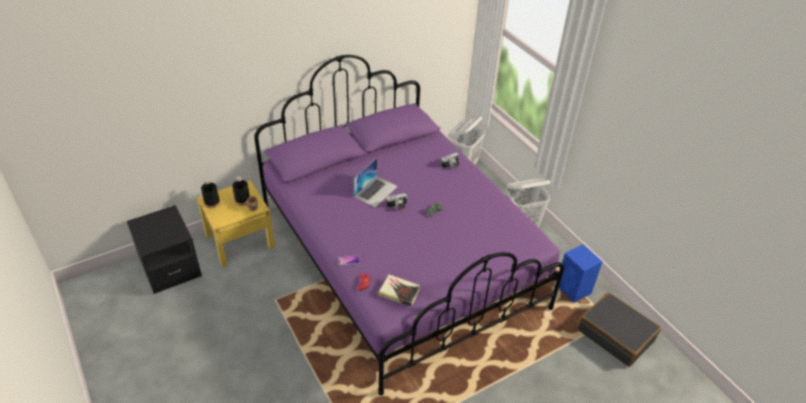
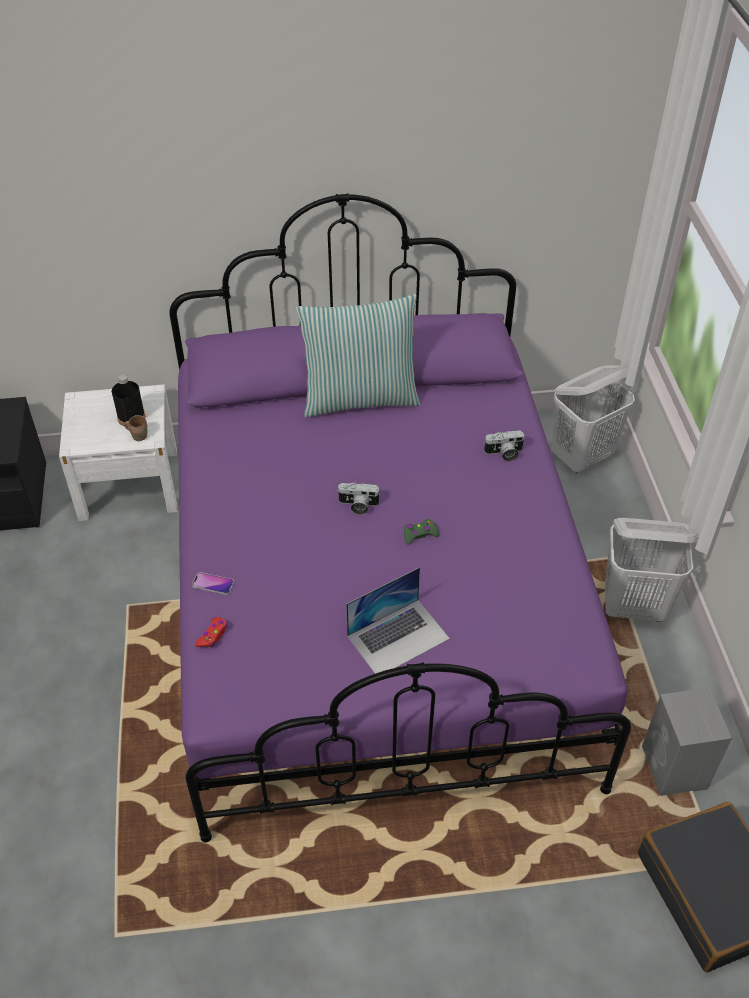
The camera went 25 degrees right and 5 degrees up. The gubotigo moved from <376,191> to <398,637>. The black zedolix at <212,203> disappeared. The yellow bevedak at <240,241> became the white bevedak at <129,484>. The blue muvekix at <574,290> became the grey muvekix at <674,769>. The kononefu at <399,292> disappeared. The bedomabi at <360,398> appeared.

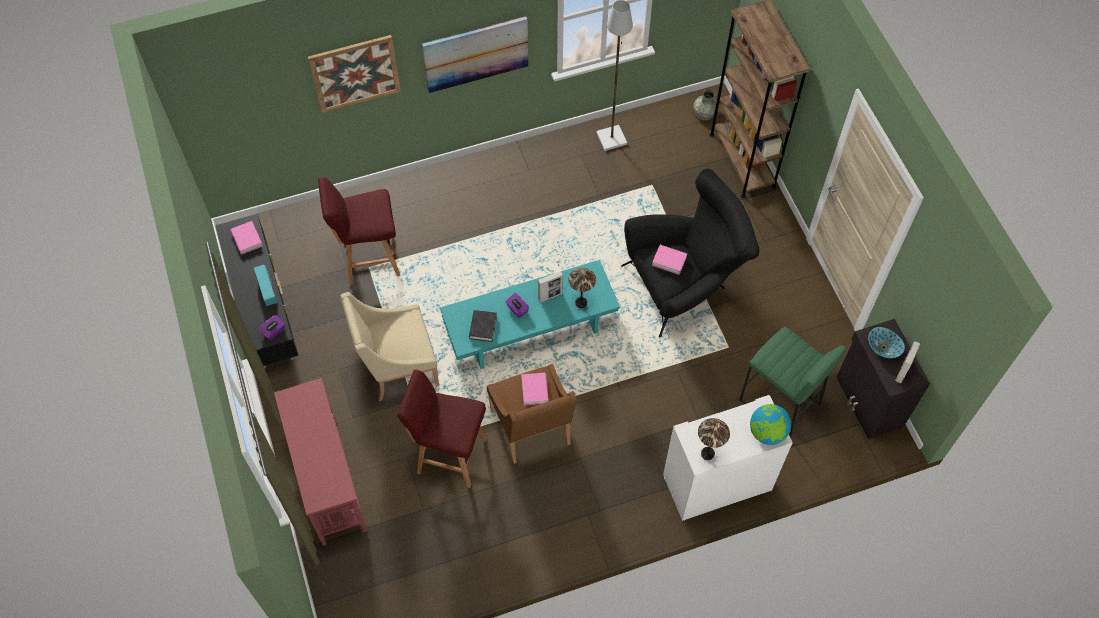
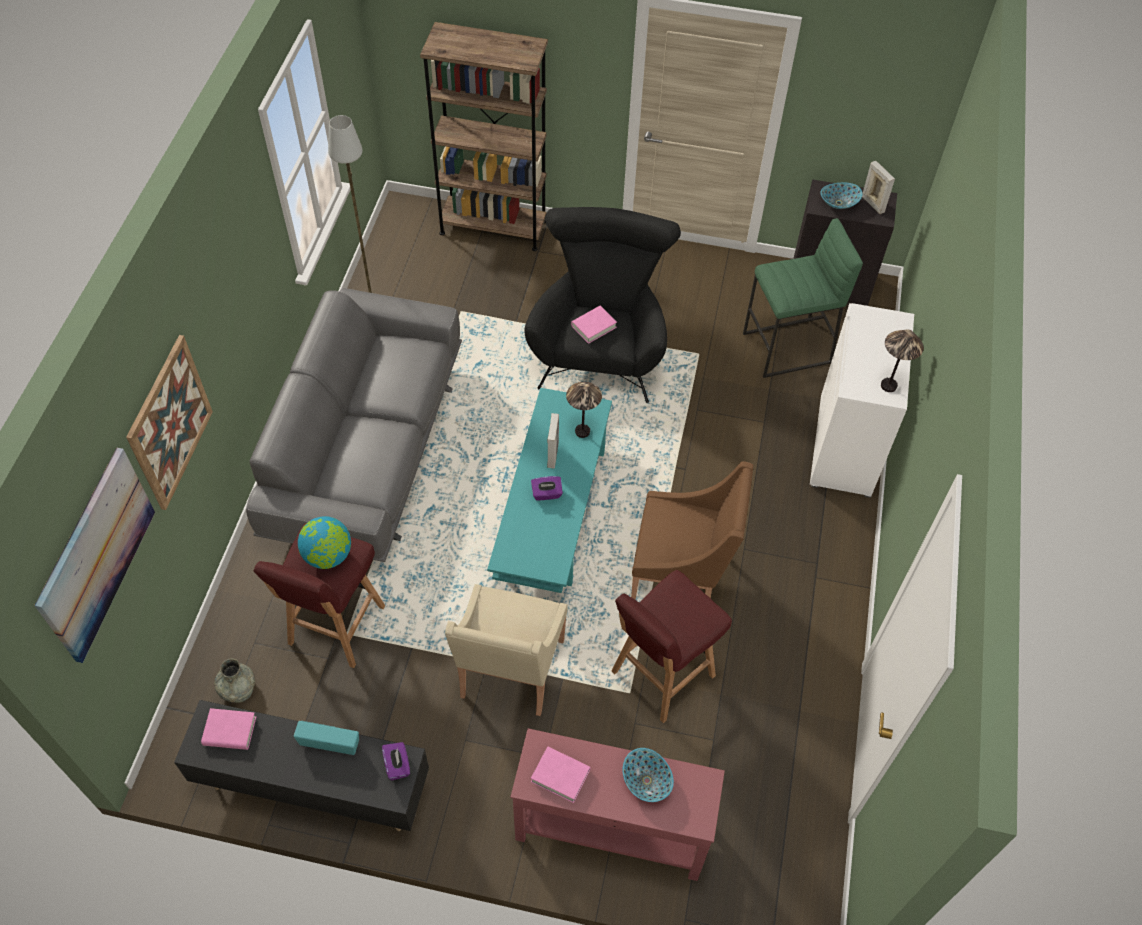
The camera went 60 degrees left and 5 degrees down. The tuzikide moved from <476,53> to <96,554>. The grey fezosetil moved from <704,112> to <237,688>. The black kononefu at <483,327> disappeared. The pink kononefu moved from <535,390> to <560,776>. The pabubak moved from <767,432> to <328,556>. The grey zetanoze at <367,449> appeared. The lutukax at <646,781> appeared.

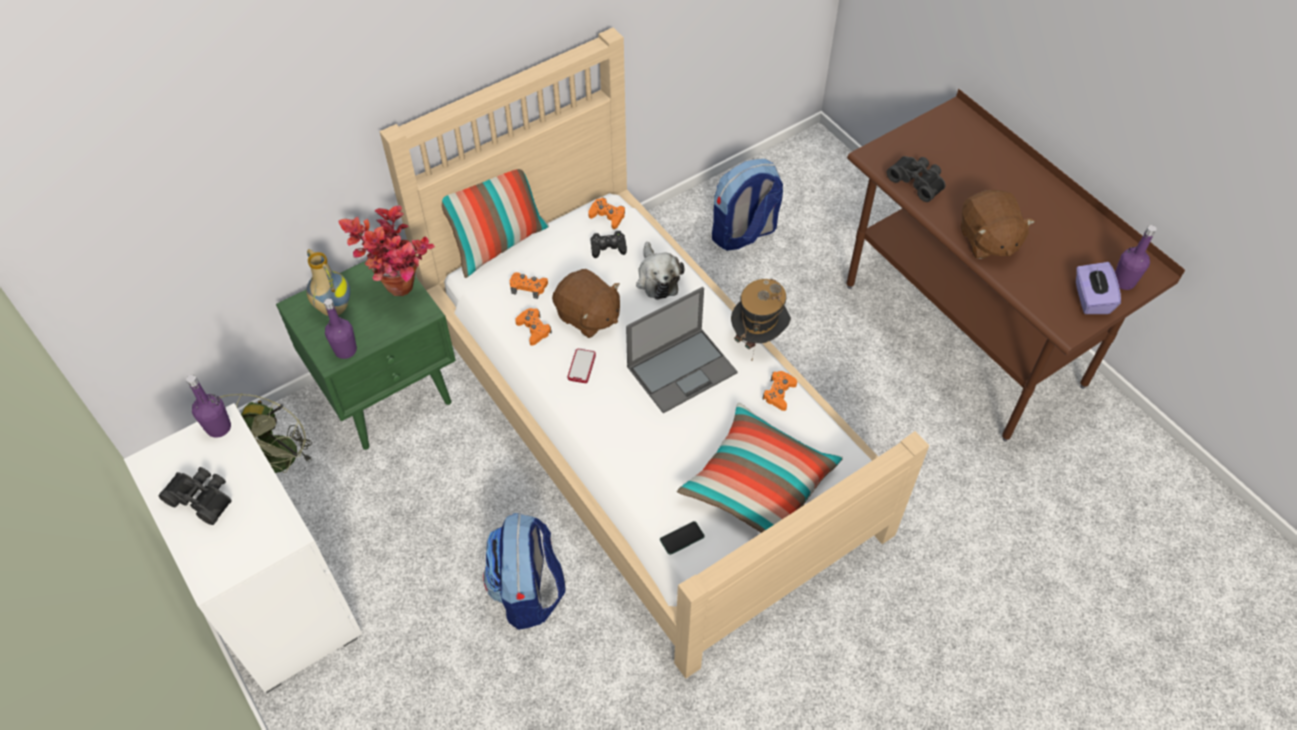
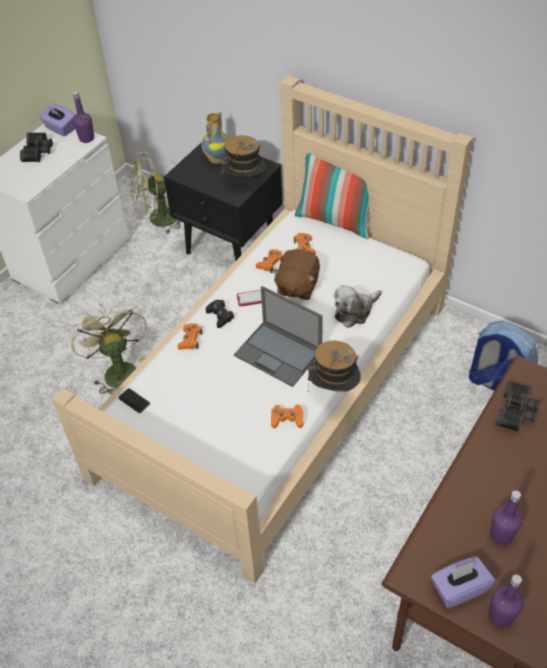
The camera went 70 degrees right and 5 degrees down. The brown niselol at <987,240> disappeared. The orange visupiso moved from <607,216> to <190,340>. The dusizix at <402,295> was replaced by the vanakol at <244,183>. The black visupiso moved from <608,247> to <220,316>. The green bevedak at <390,394> became the black bevedak at <231,247>. The purple zedolix moved from <345,350> to <501,535>. The bedomabi at <759,485> disappeared. The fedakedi at <528,592> was replaced by the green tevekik at <117,370>. The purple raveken at <60,128> appeared.

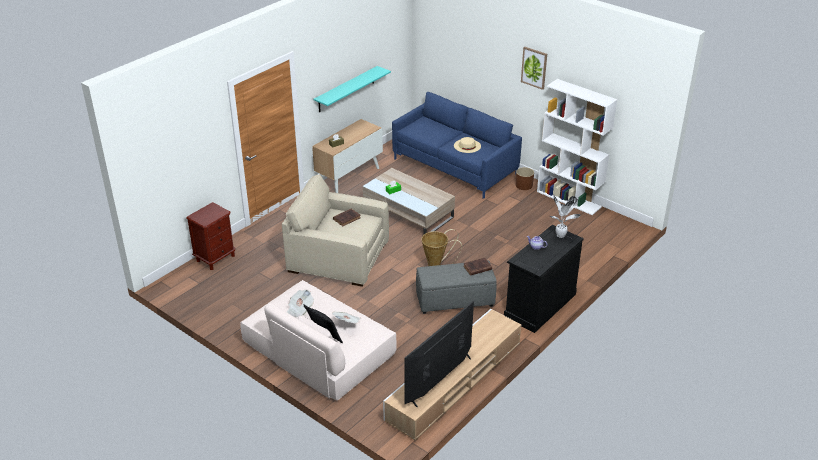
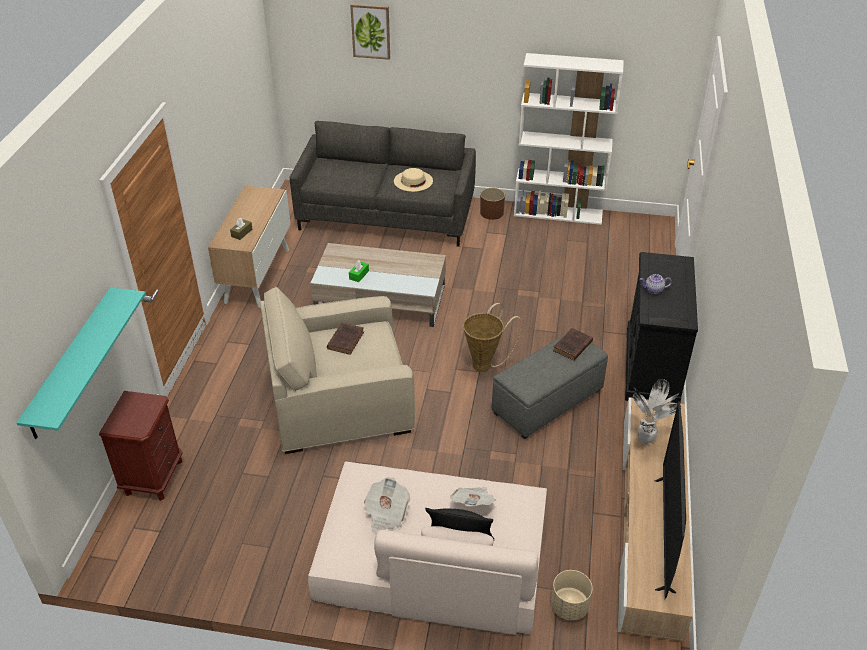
The camera went 30 degrees left and 5 degrees up. The tuzikide moved from <534,67> to <371,31>. The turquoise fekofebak moved from <346,89> to <71,363>. The blue zetanoze at <455,166> became the grey zetanoze at <386,215>. The dusizix moved from <561,236> to <646,440>. The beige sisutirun at <569,607> appeared.

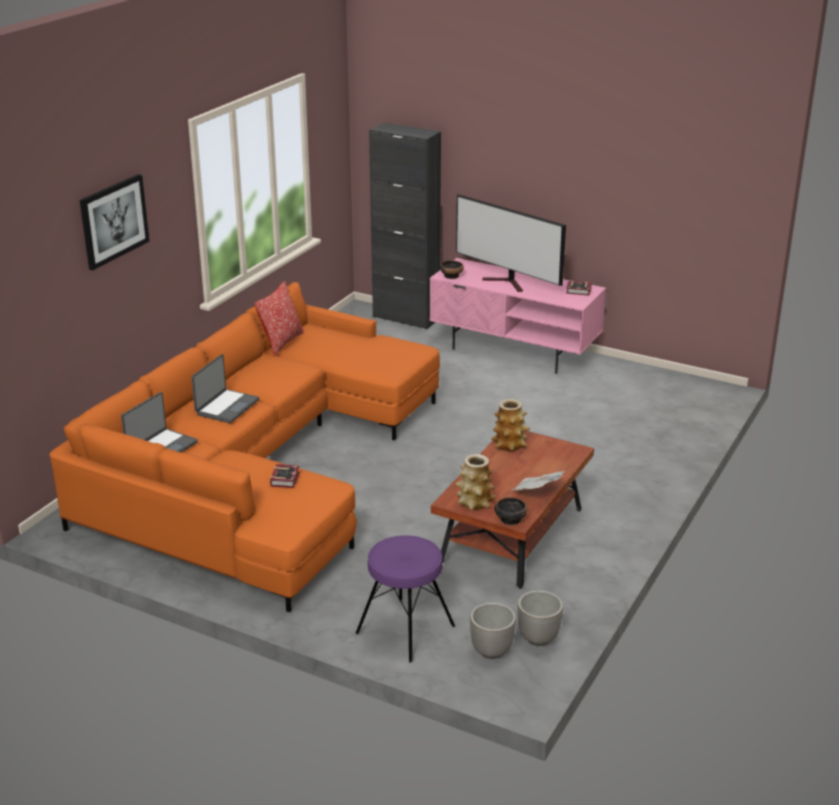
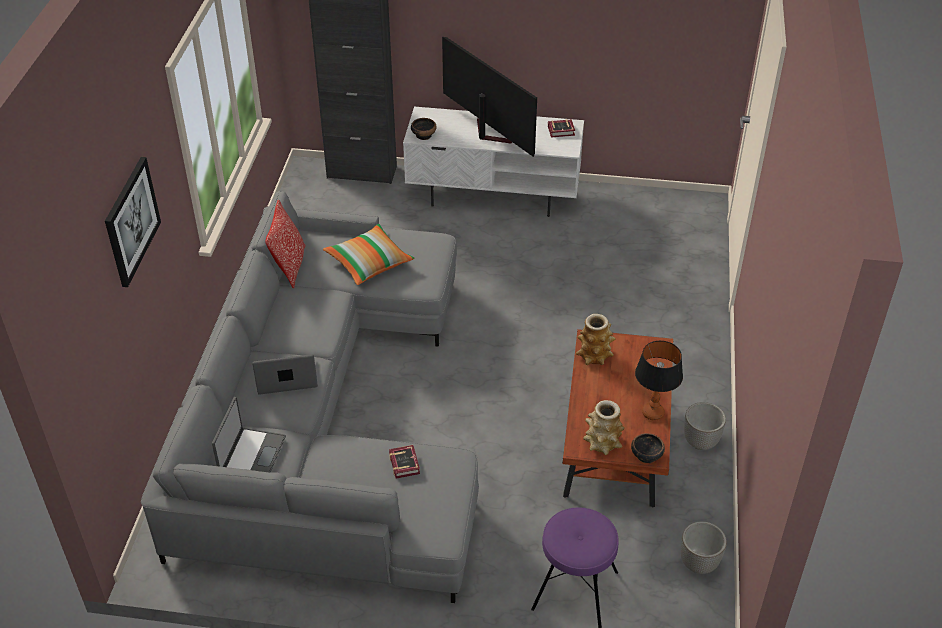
The camera went 20 degrees left and 15 degrees up. The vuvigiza at <508,283> turned 150 degrees counterclockwise. The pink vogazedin at <515,351> became the white vogazedin at <494,194>. The orange zetanoze at <260,468> became the grey zetanoze at <322,420>. The gubotigo at <226,407> turned 105 degrees counterclockwise. The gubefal at <537,492> was replaced by the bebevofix at <652,413>. The sisutirun moved from <491,651> to <700,442>. The bedomabi at <369,263> appeared.

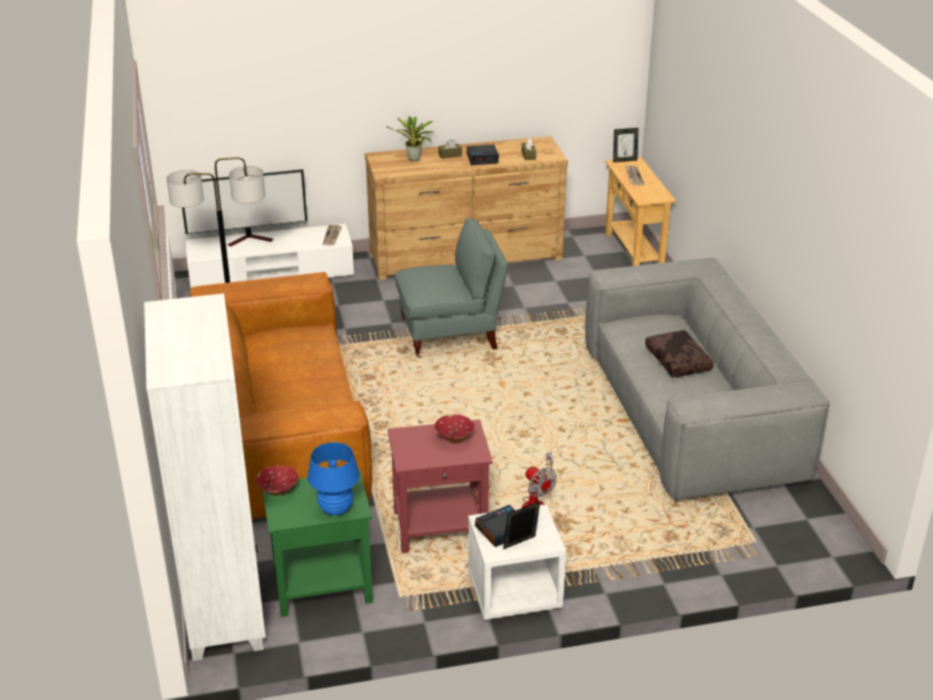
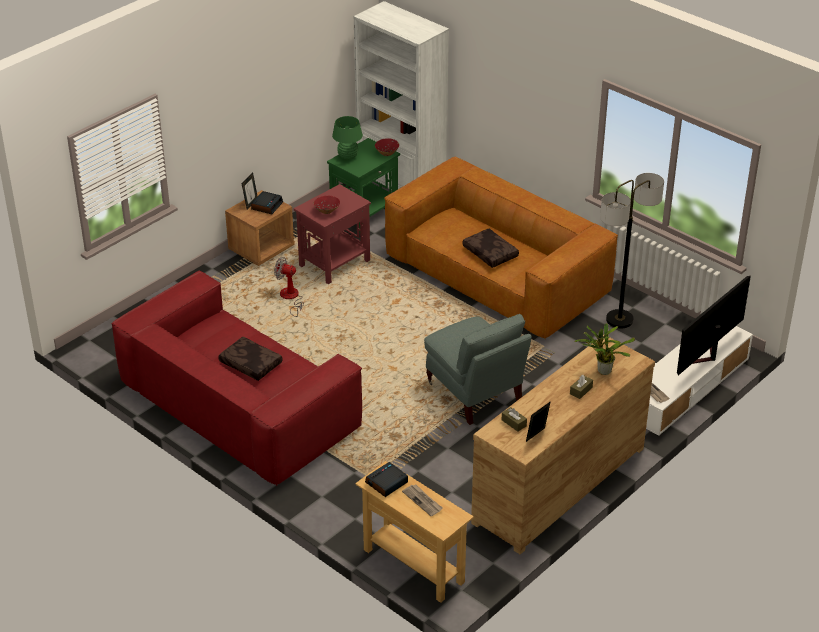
The camera went 145 degrees right and 5 degrees up. The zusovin moved from <624,160> to <537,436>. The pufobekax moved from <482,158> to <386,483>. The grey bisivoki at <450,336> turned 75 degrees counterclockwise. The grey zetanoze at <691,411> became the red zetanoze at <239,405>. The blue bebevofix at <336,509> became the green bebevofix at <348,157>. The white bevedak at <514,593> became the brown bevedak at <261,249>. The brown bedomabi at <491,253> appeared.

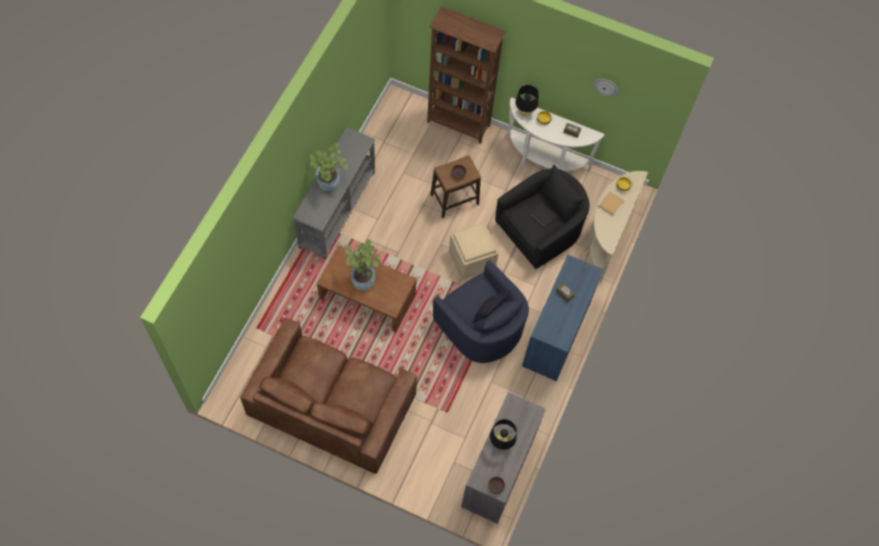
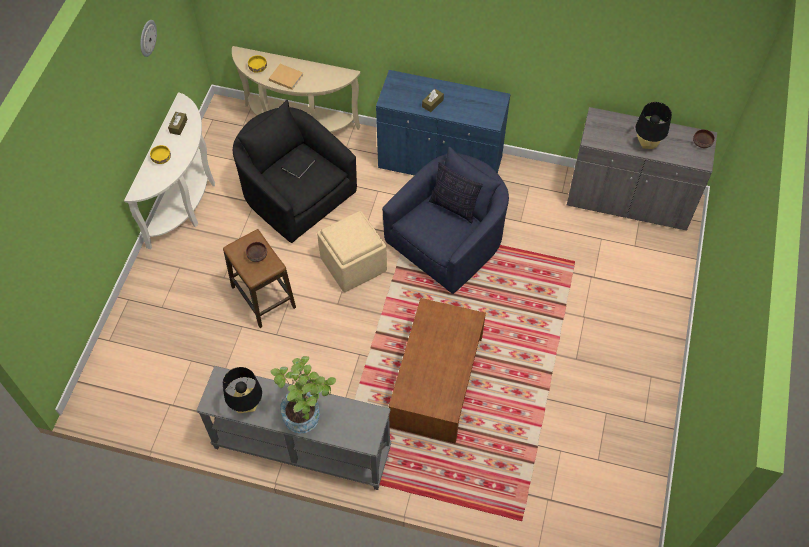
The camera went 95 degrees left and 5 degrees down. The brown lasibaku at <458,124> disappeared. The black bebevofix moved from <524,112> to <247,405>. The dusizix at <363,276> disappeared. The brown zetanoze at <331,405> disappeared.

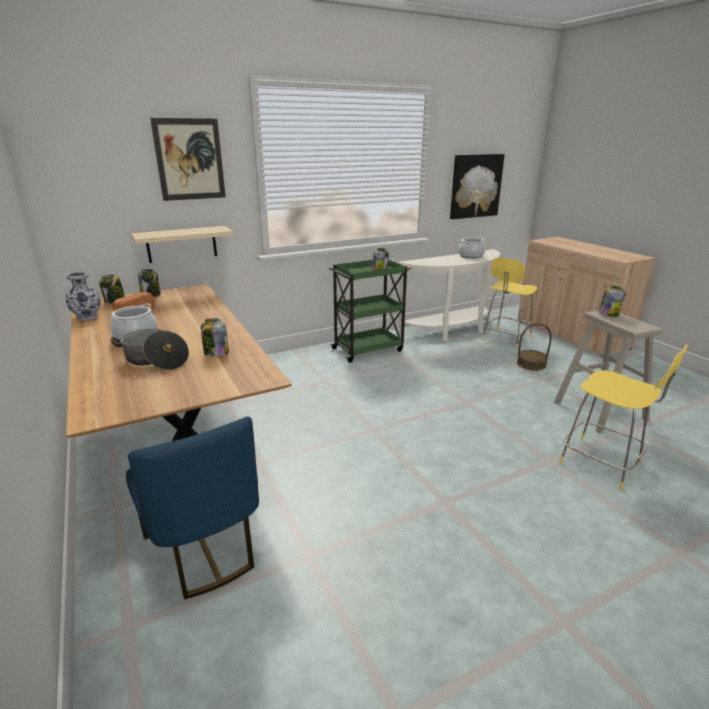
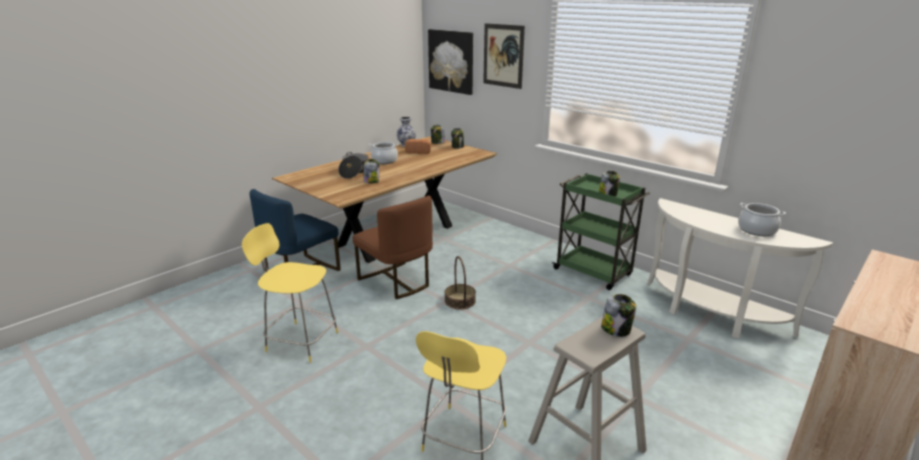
The camera went 70 degrees right and 0 degrees up. The tuzikide moved from <475,186> to <451,61>. The beige fekofebak at <182,244> disappeared. The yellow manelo moved from <505,339> to <300,341>. The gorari moved from <531,364> to <460,301>. The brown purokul at <396,281> appeared.

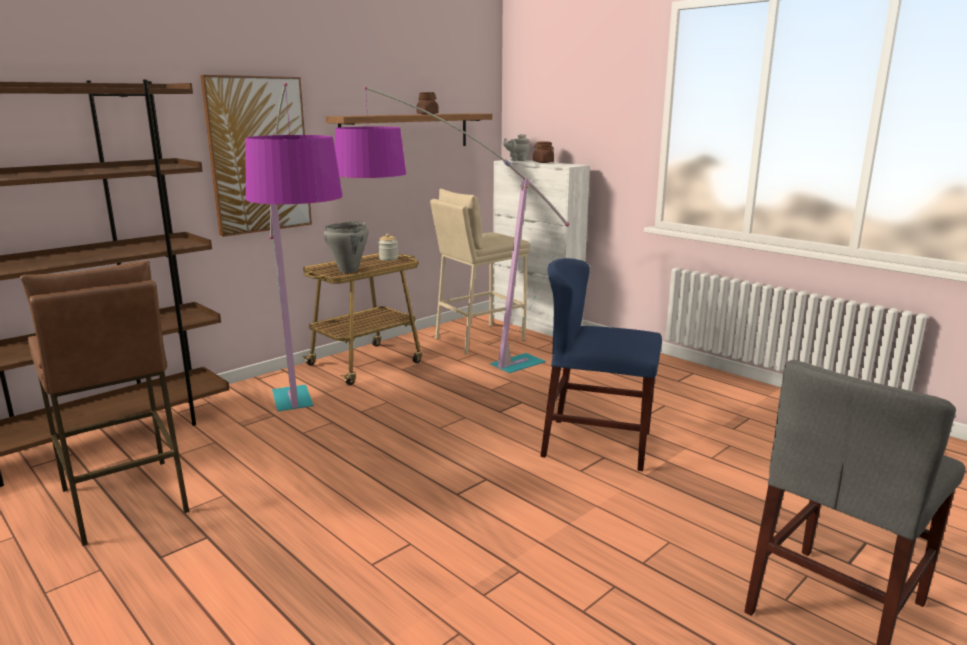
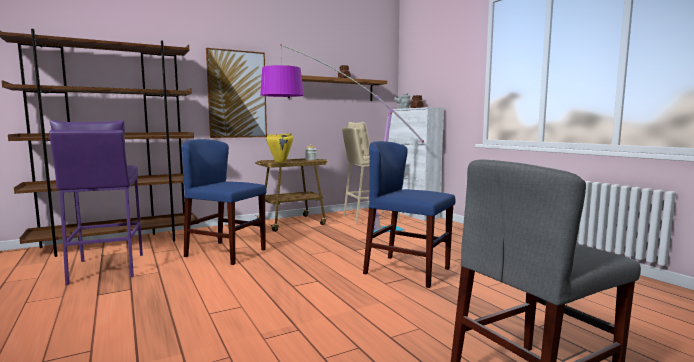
The camera went 15 degrees right and 10 degrees down. The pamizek at <305,440> was replaced by the blue purokul at <226,253>. The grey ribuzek at <349,270> became the yellow ribuzek at <280,162>. The brown manelo at <124,500> became the purple manelo at <106,268>.

